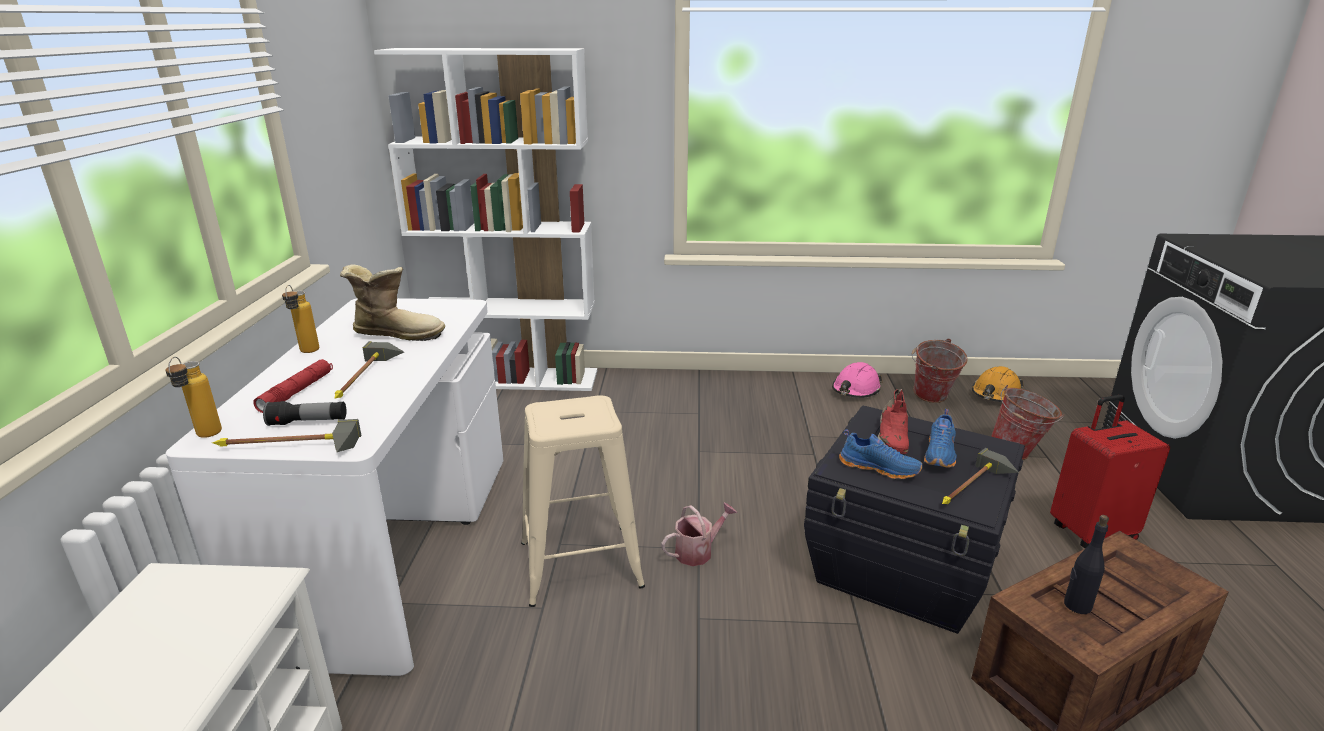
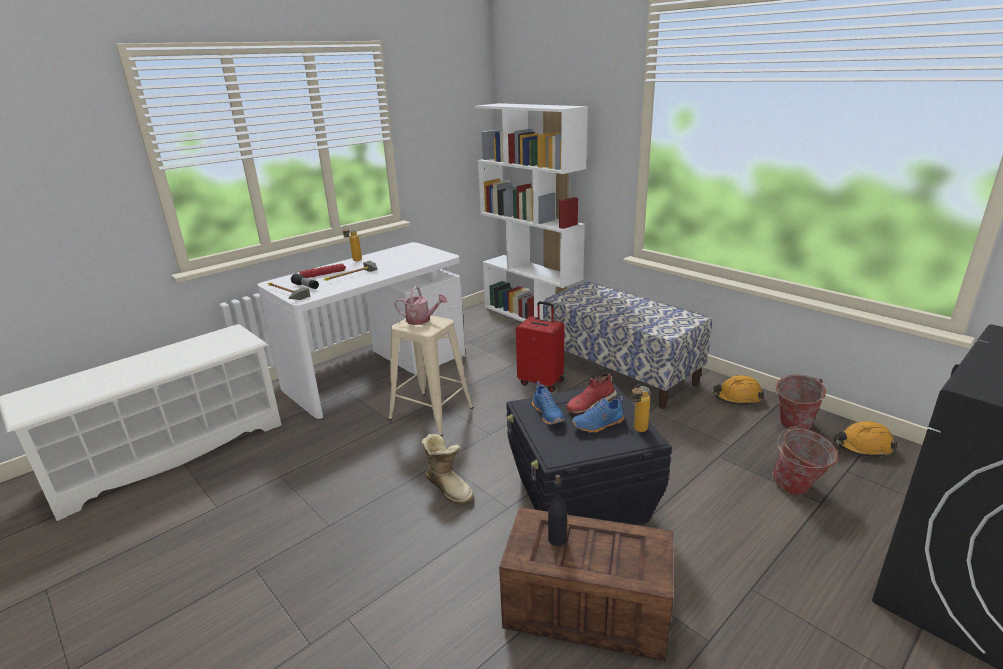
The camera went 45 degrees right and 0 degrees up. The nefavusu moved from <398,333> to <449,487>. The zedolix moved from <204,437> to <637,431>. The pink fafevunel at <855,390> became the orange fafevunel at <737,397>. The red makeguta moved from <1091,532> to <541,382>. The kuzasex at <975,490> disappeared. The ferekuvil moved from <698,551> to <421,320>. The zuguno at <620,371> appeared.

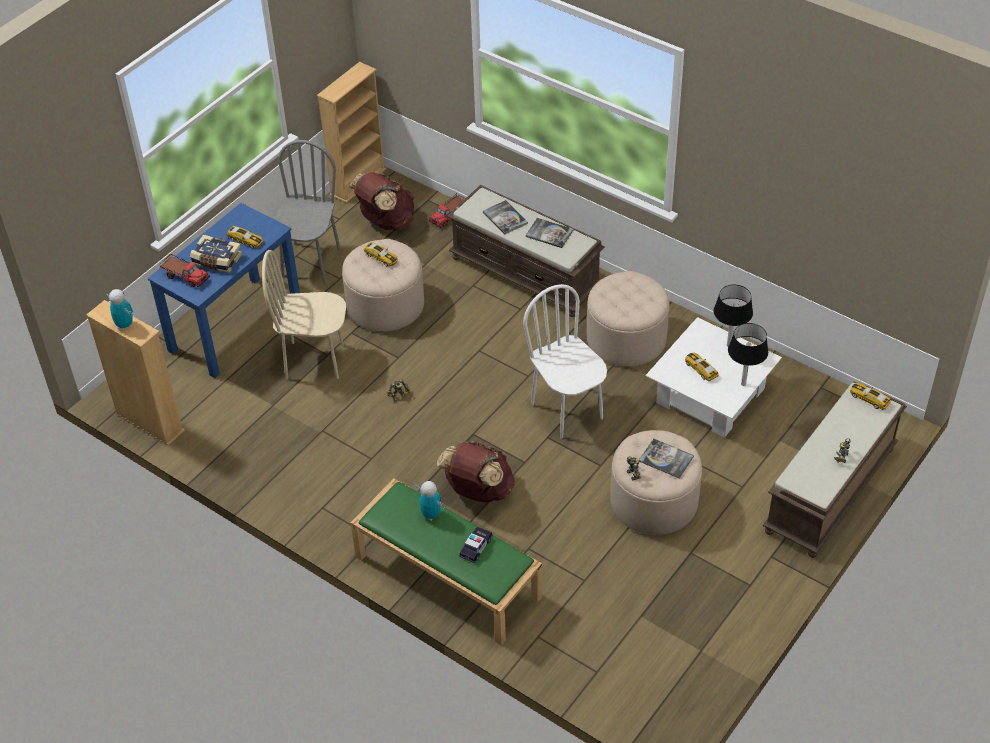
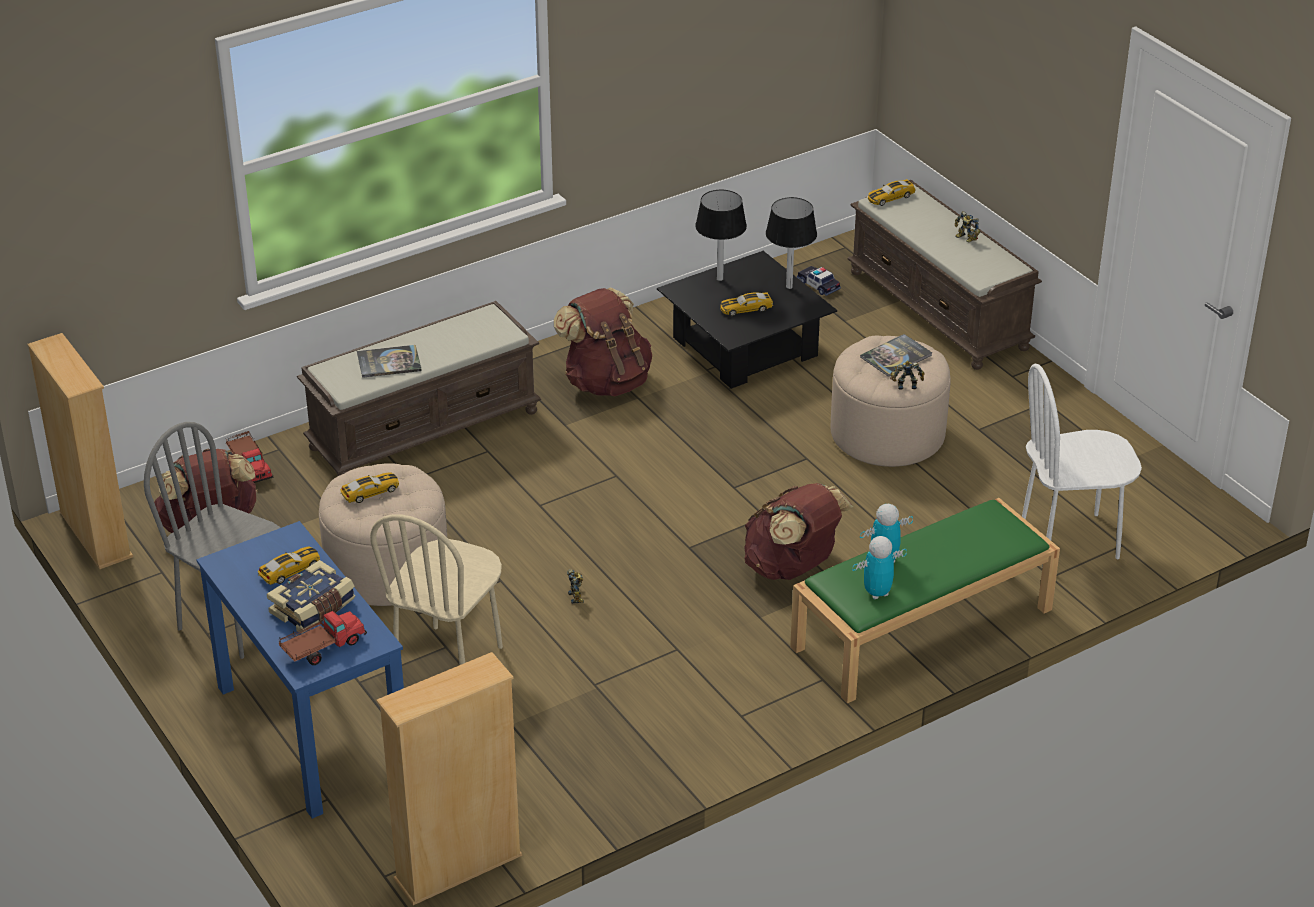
The camera went 70 degrees left and 10 degrees down. The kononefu at <549,233> disappeared. The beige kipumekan at <626,339> was replaced by the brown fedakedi at <606,381>. The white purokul moved from <567,411> to <1070,540>. The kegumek moved from <124,325> to <877,593>. The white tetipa at <710,396> became the black tetipa at <745,347>. The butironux moved from <476,547> to <818,285>.

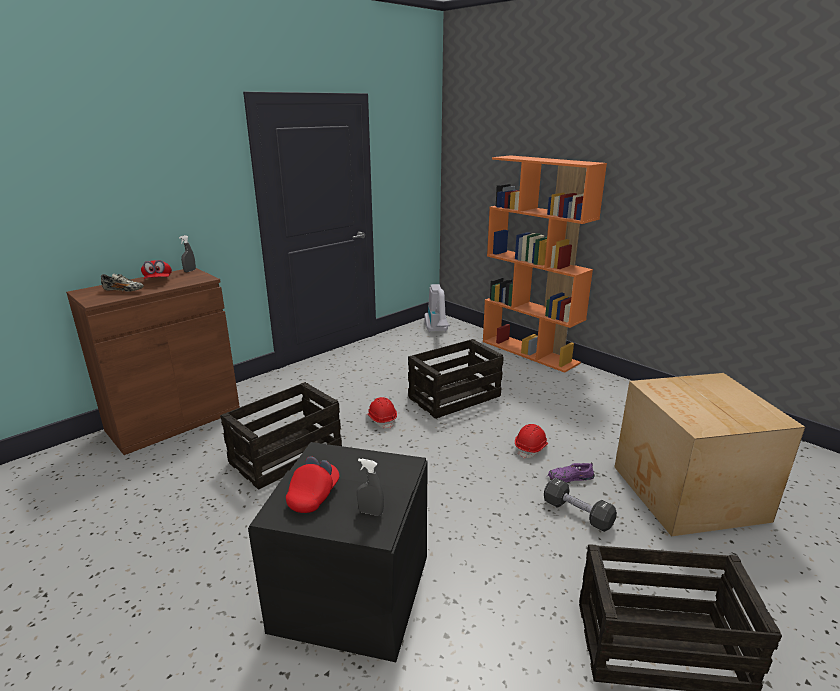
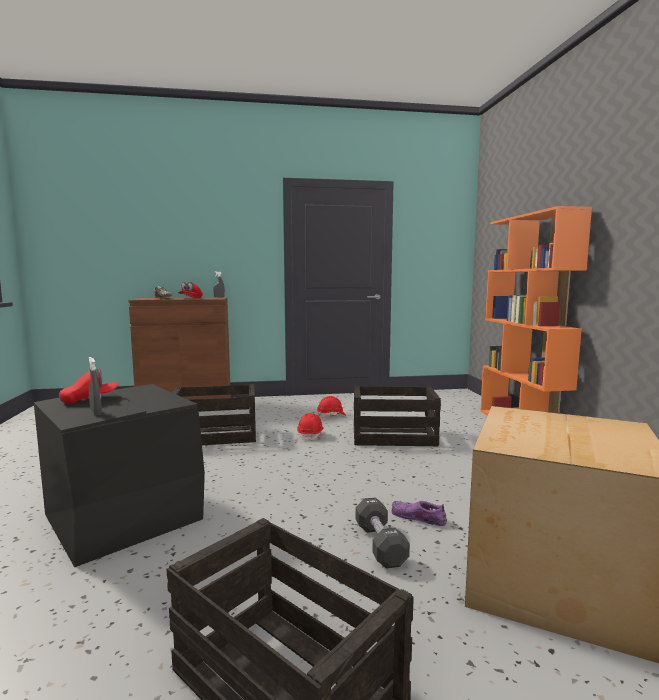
The camera went 35 degrees right and 15 degrees down. The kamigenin at <438,332> disappeared. The red fafevunel moved from <531,448> to <331,415>.

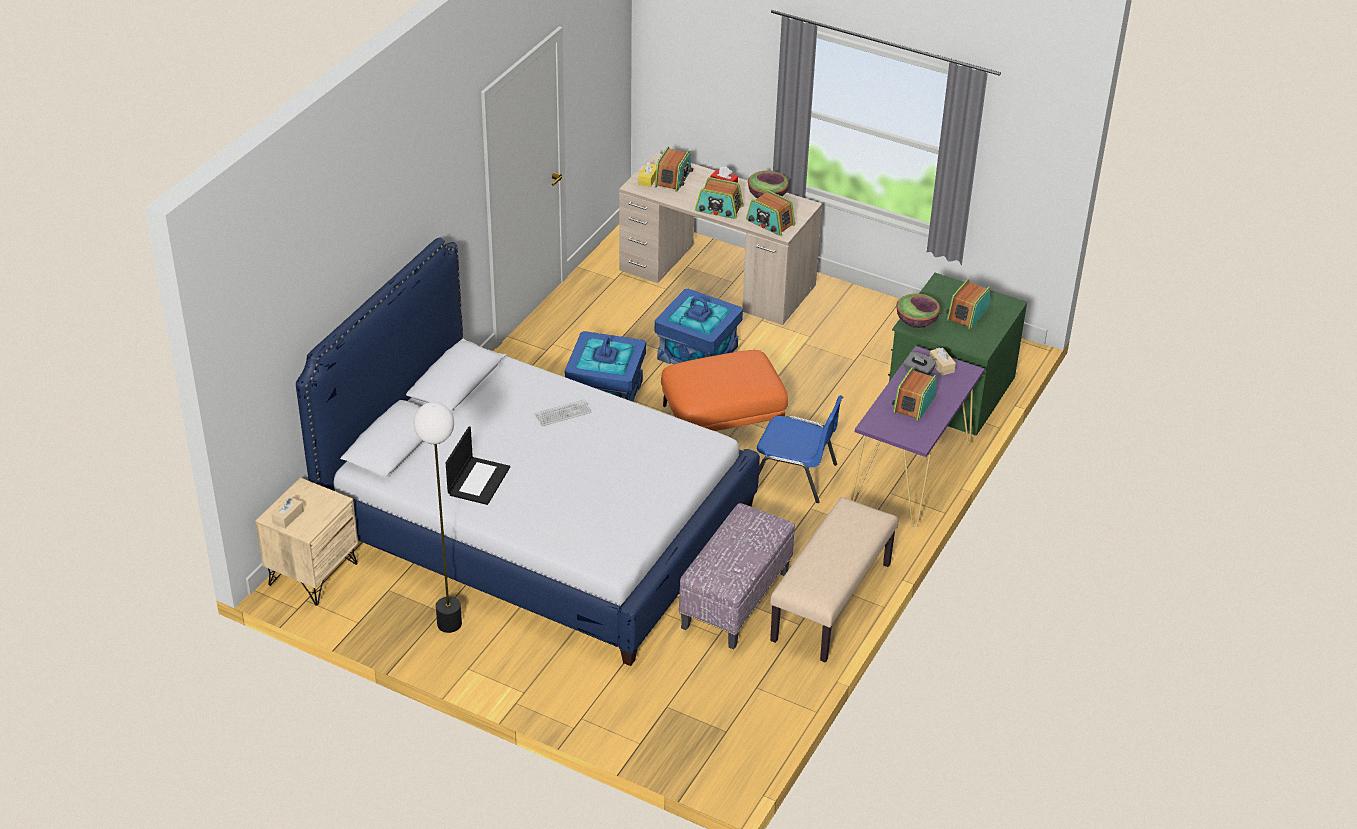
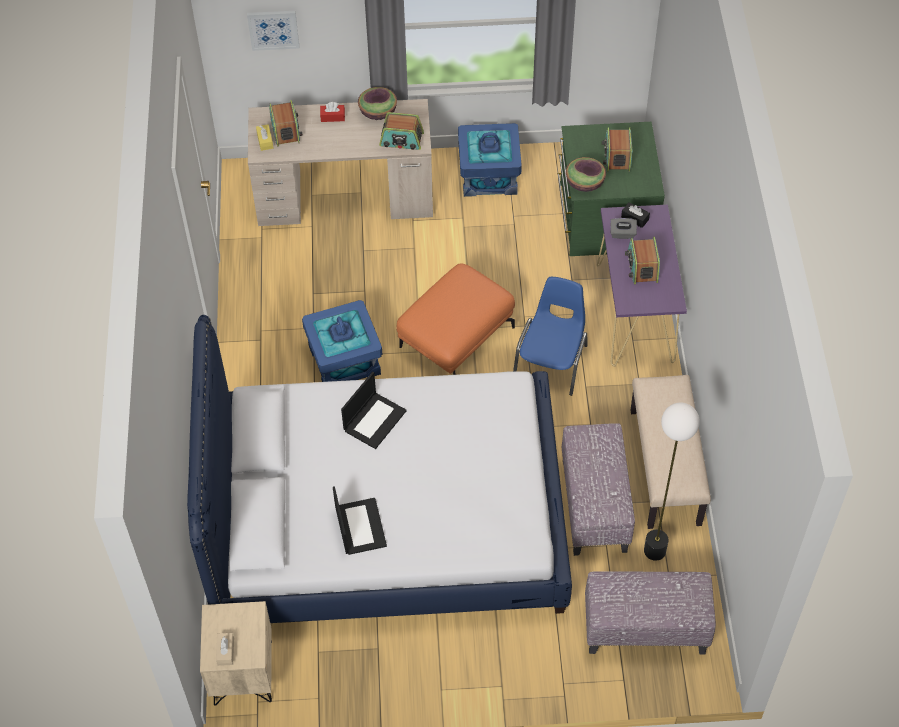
The camera went 30 degrees left and 15 degrees up. The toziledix at <719,209> disappeared. The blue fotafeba moved from <698,352> to <489,175>. The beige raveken at <941,366> became the black raveken at <635,218>. The blue purokul at <795,476> turned 60 degrees counterclockwise. The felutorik at <563,413> was replaced by the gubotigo at <374,420>. The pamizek moved from <449,623> to <654,550>. The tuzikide at <273,29> appeared. The kipumekan at <645,629> appeared.

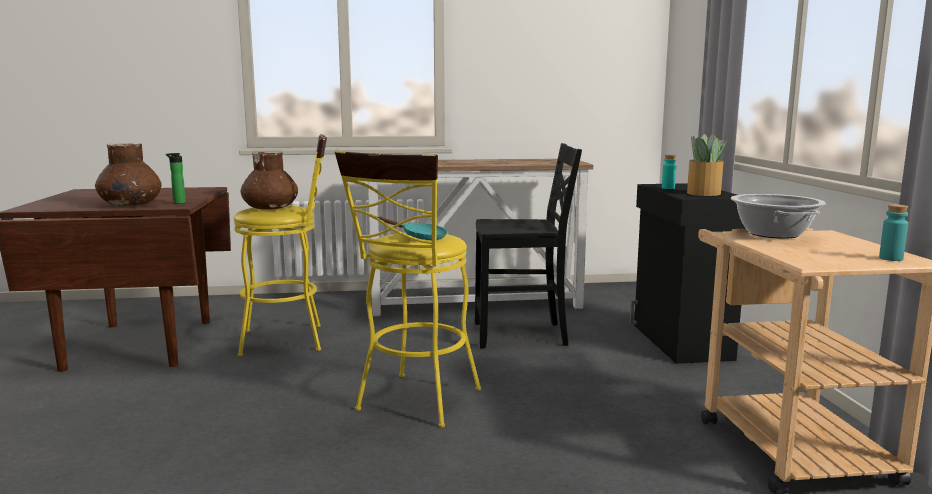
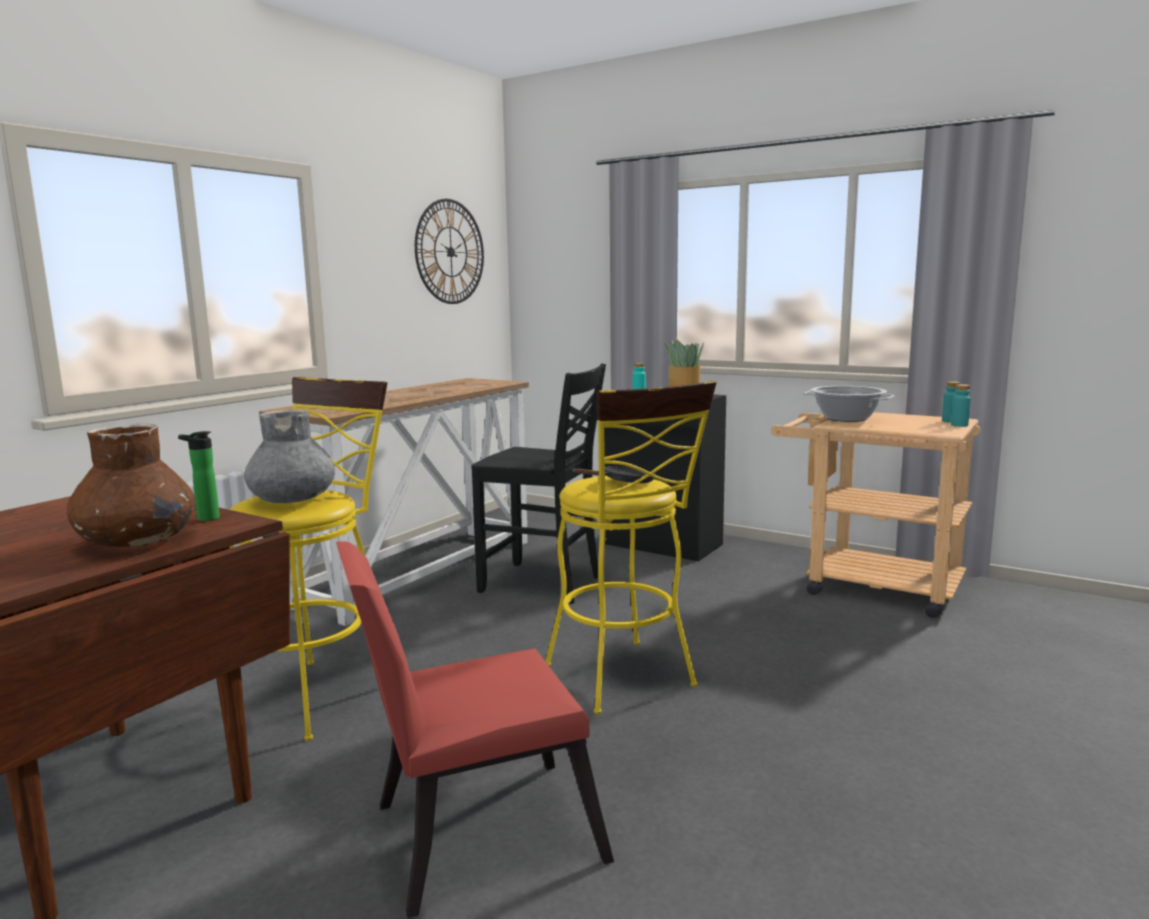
The camera went 50 degrees left and 0 degrees up. The black purokul at <522,335> turned 75 degrees clockwise. The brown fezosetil at <271,208> became the grey fezosetil at <293,499>. The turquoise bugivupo at <420,237> became the black bugivupo at <623,483>. The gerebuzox at <450,252> appeared. The turquoise zedolix at <959,425> appeared. The red purokul at <472,834> appeared.

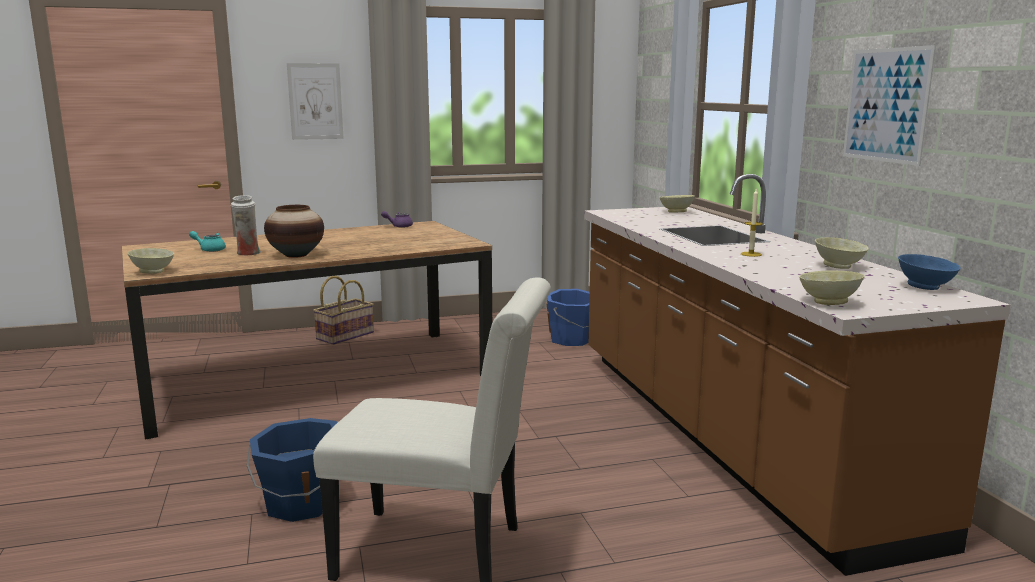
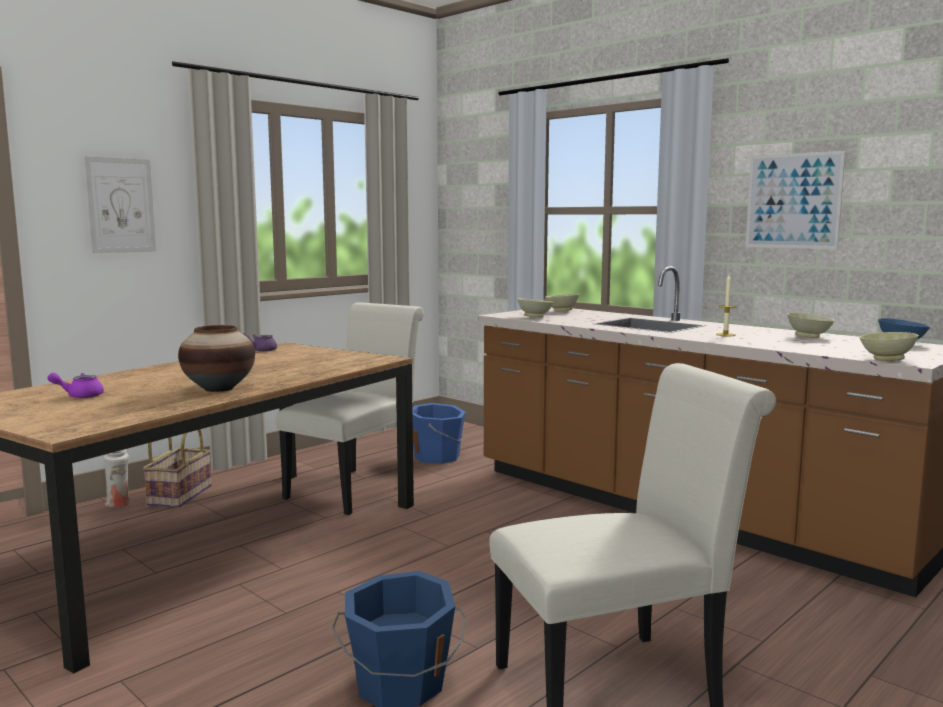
The camera went 30 degrees left and 5 degrees down. The white fezosetil moved from <248,253> to <119,505>. The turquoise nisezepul at <210,249> became the purple nisezepul at <80,396>. The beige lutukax moved from <153,272> to <535,317>. The white purokul at <356,488> appeared.

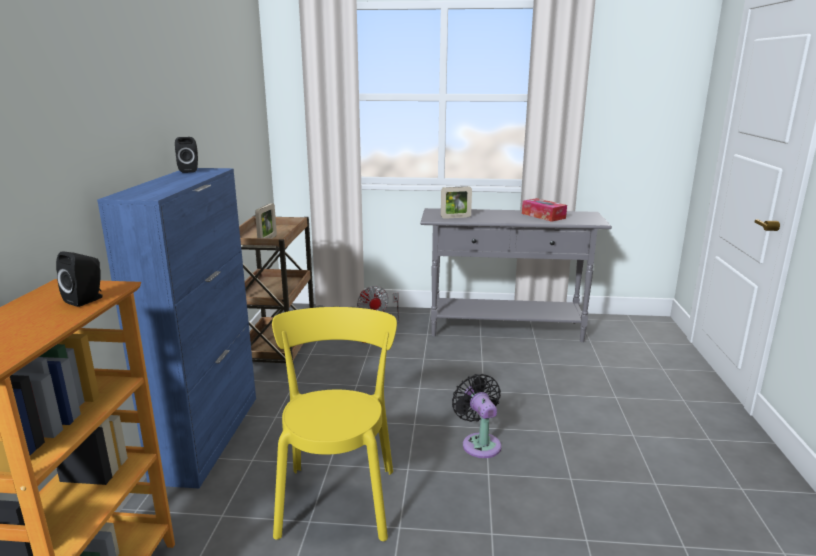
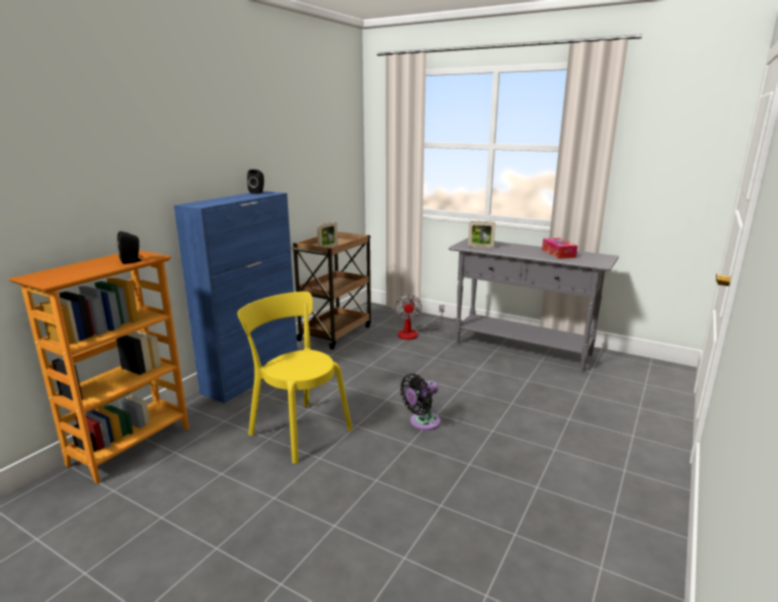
The camera went 25 degrees right and 0 degrees up. The yellow purokul at <338,497> turned 75 degrees counterclockwise. The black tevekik at <480,443> turned 135 degrees counterclockwise.

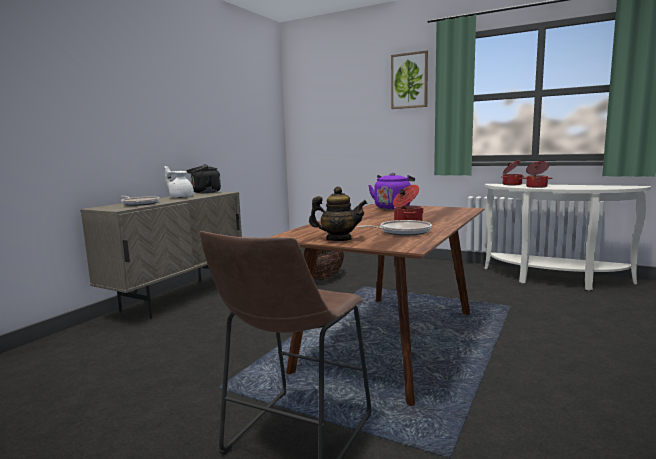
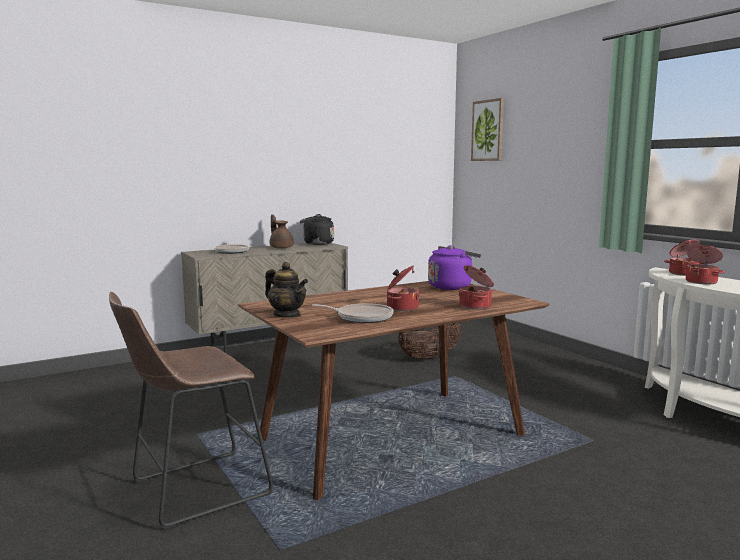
The camera went 30 degrees right and 0 degrees up. The tuzikide moved from <409,80> to <488,130>. The white nisezepul at <181,197> became the brown nisezepul at <281,247>. The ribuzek at <476,306> appeared.

